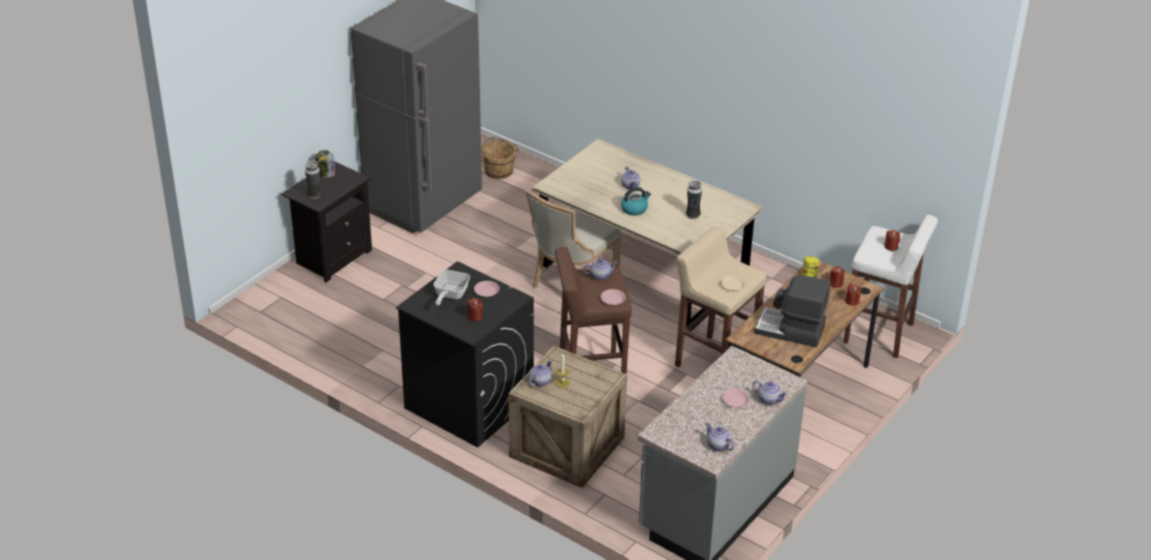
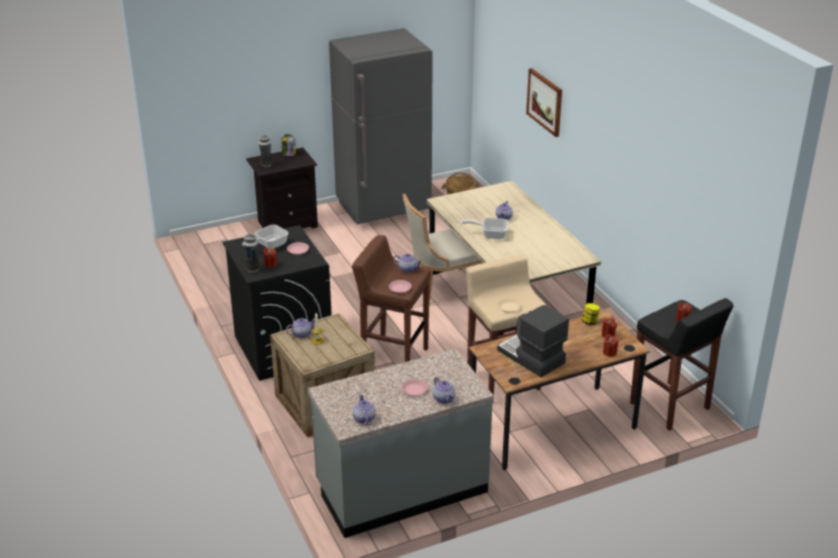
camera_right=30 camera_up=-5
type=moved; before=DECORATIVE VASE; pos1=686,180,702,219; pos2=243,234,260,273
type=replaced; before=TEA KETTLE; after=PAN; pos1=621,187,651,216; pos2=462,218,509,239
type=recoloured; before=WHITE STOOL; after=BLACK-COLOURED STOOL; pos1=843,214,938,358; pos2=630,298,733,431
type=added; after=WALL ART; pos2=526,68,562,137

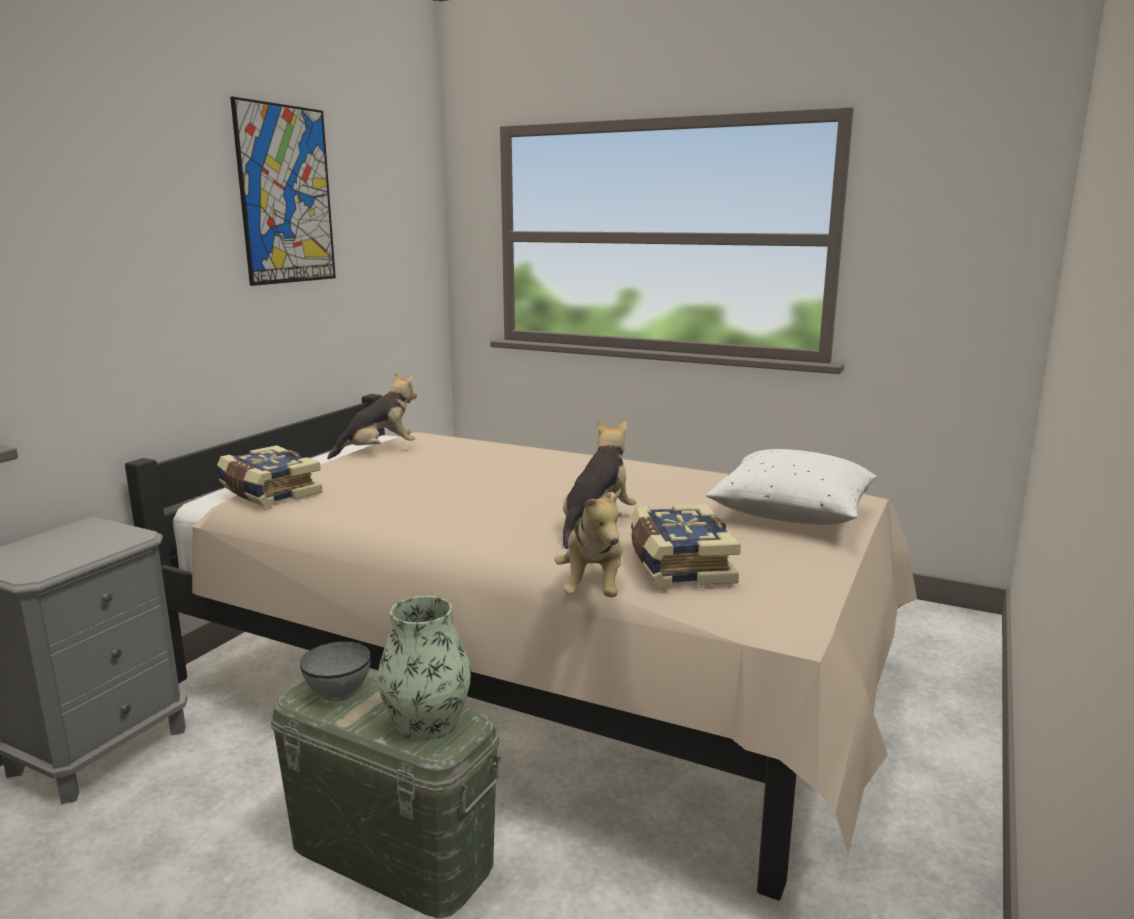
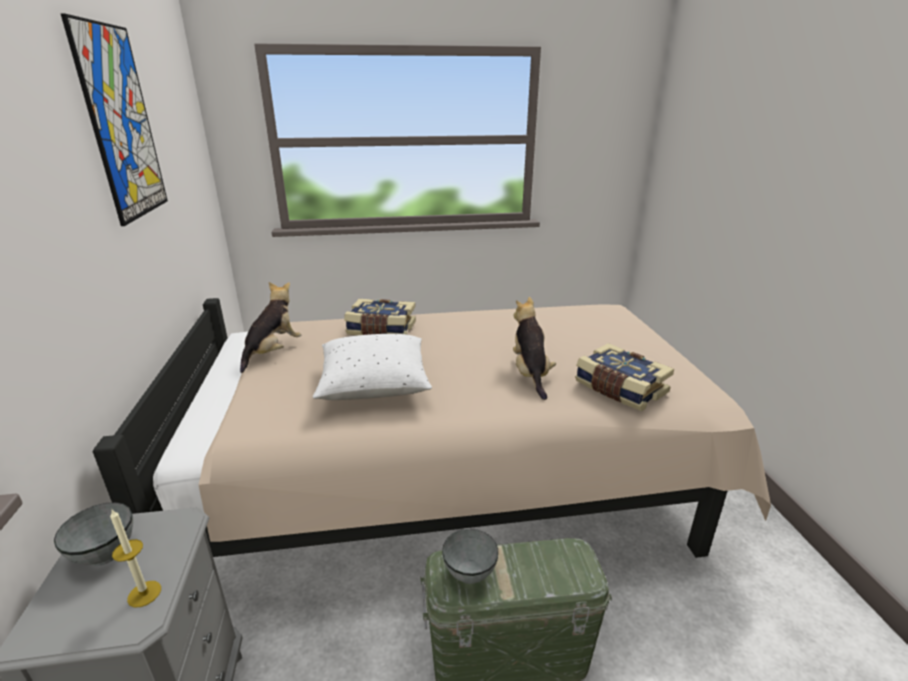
camera_right=-35 camera_up=10
type=moved; before=BOOK; pos1=217,445,323,507; pos2=344,299,416,335
type=moved; before=WHITE THROW PILLOW; pos1=706,449,877,525; pos2=313,334,432,400
type=removed; before=PLUSH TOY; pos1=555,488,623,597
type=removed; before=DECORATIVE VASE; pos1=377,596,471,741
type=added; after=GRAY DEEP DISH; pos2=54,502,133,566
type=added; after=WAX CANDLE; pos2=110,510,161,607

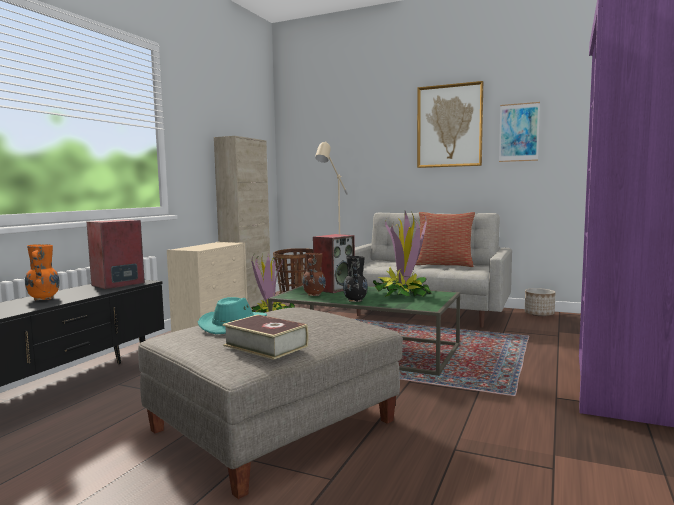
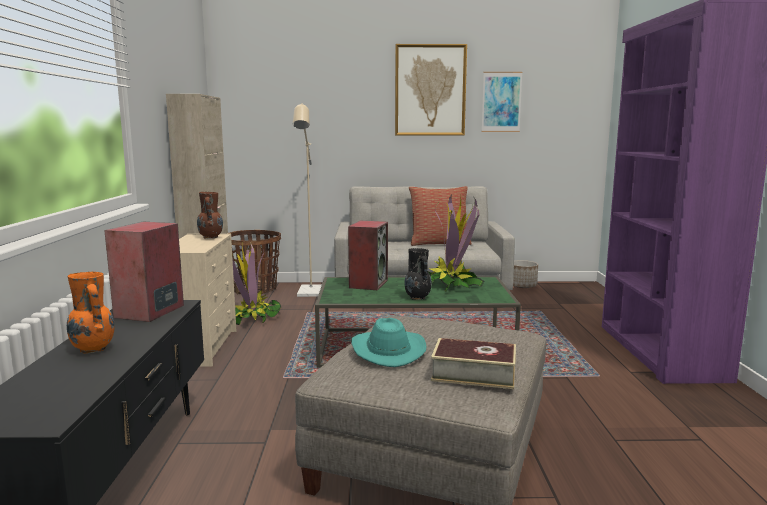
camera_right=-25 camera_up=5
type=moved; before=BROWN-COLOURED DECORATIVE VASE; pos1=303,252,326,296; pos2=197,192,223,239

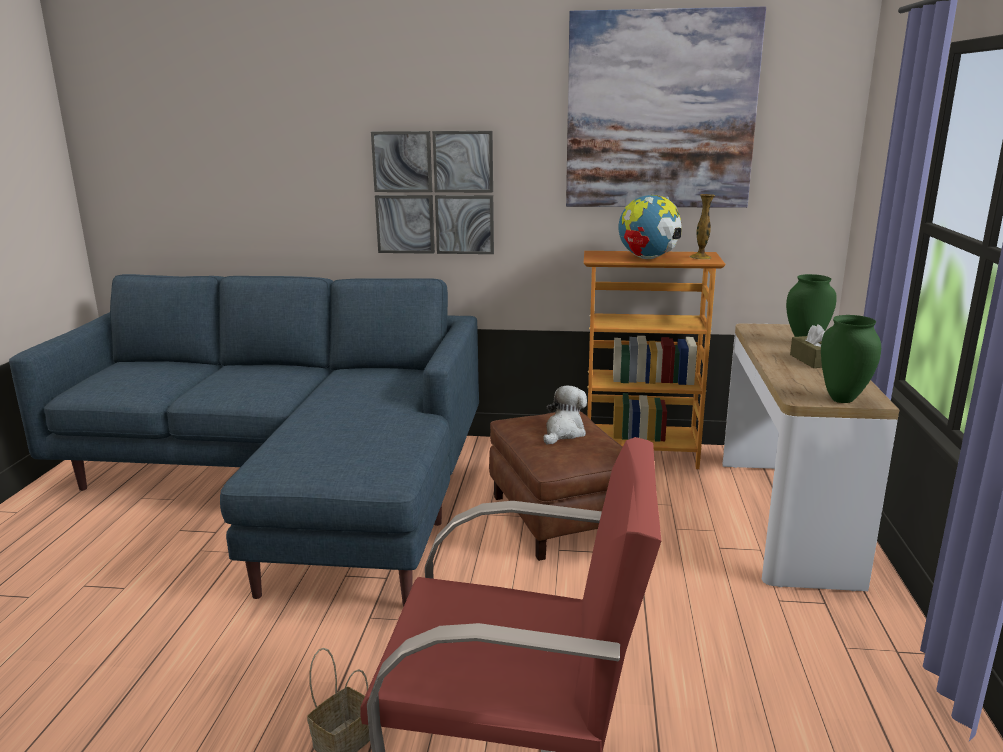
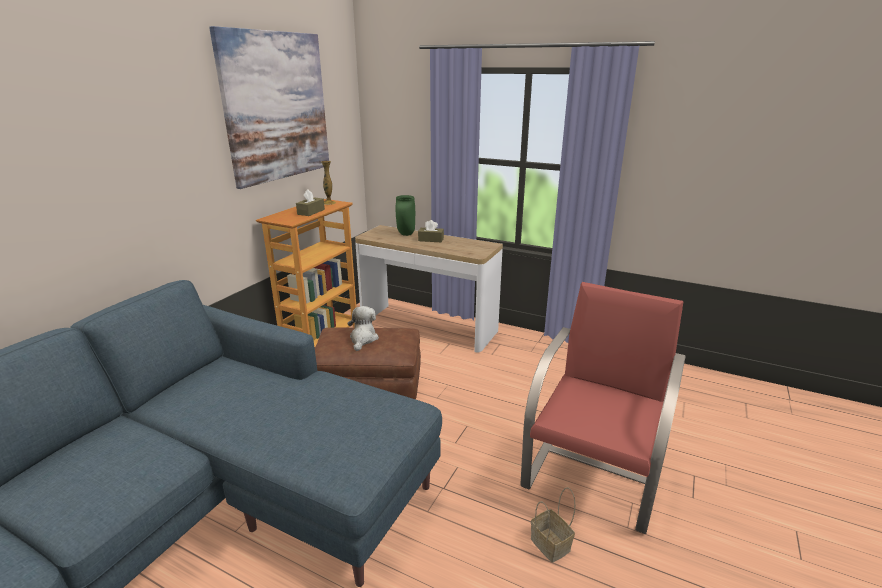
camera_right=-70 camera_up=5
type=removed; before=WALL ART; pos1=371,131,494,254
type=replaced; before=GLOBE; after=BROWN-COLOURED TISSUE HOLDER; pos1=618,195,681,259; pos2=296,190,325,216
type=removed; before=GREEN-COLOURED DECORATIVE VASE; pos1=821,315,881,403
type=turned; before=PLUSH TOY; pos1=543,385,587,445; pos2=348,306,379,351; turn=45

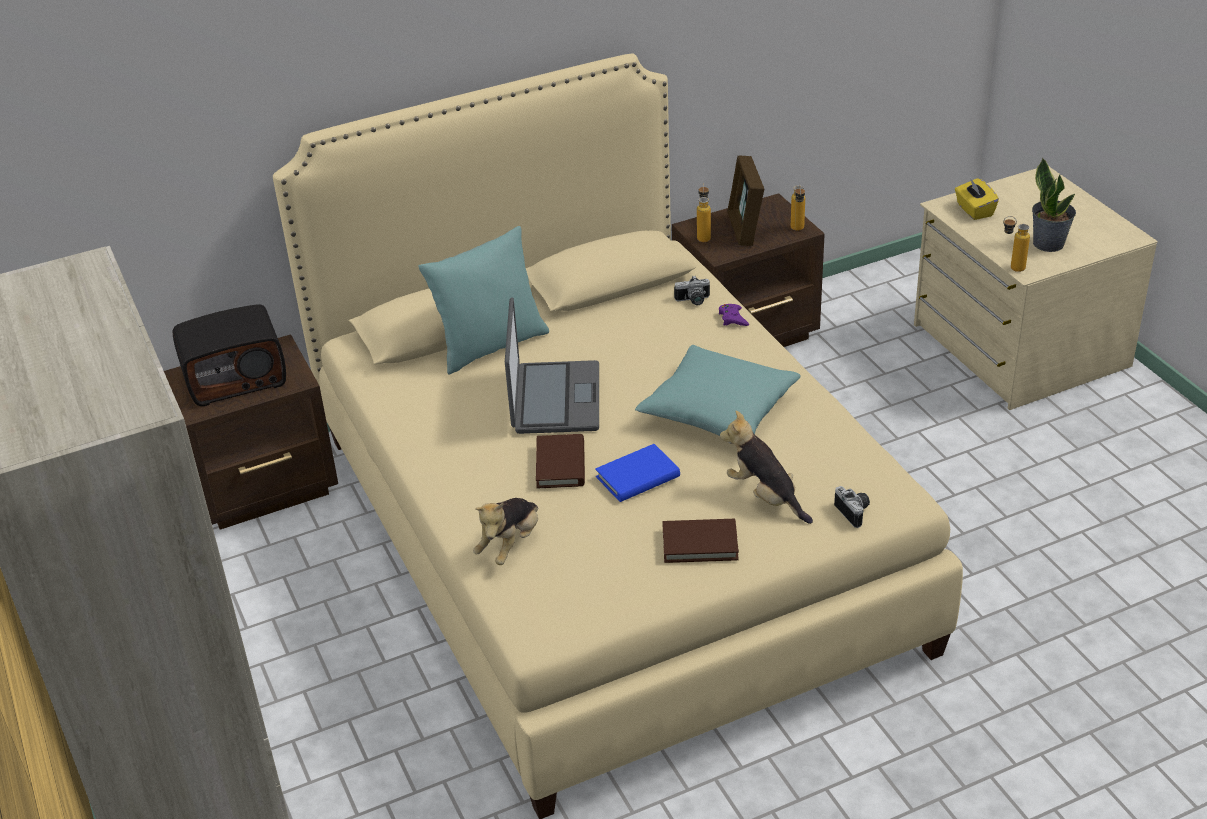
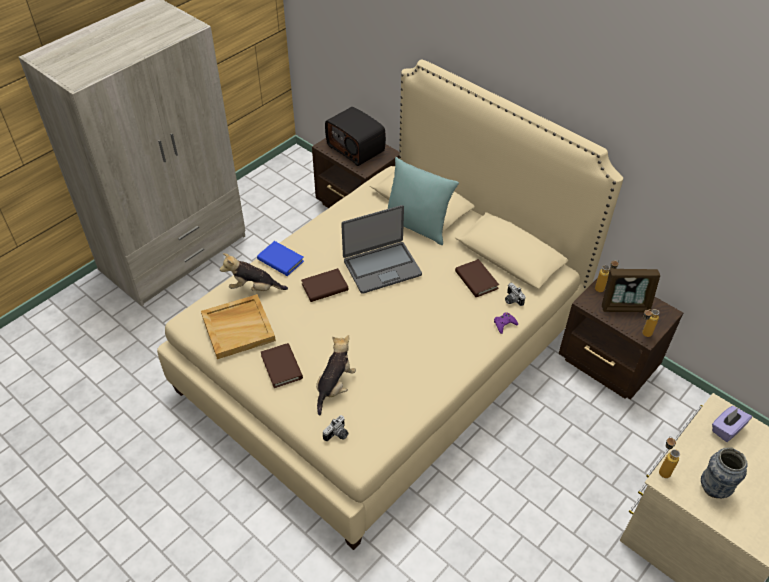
camera_right=65 camera_up=10
type=turned; before=STANDING FRAME; pos1=727,156,764,246; pos2=602,269,660,312; turn=-150
type=replaced; before=POTTED PLANT; after=DECORATIVE VASE; pos1=1032,158,1076,252; pos2=701,448,748,498
type=recoloured; before=YELLOW TISSUE HOLDER; after=PURPLE-COLOURED TISSUE HOLDER; pos1=955,178,999,220; pos2=712,406,752,442
type=removed; before=TURQUOISE-COLOURED THROW PILLOW; pos1=635,345,801,436
type=moved; before=BLUISH BOOK; pos1=595,444,680,502; pos2=257,241,304,276
type=added; after=BROWN-COLOURED BOOK; pos2=455,259,499,297
type=added; after=BEIGE SERVING TRAY; pos2=201,294,276,359

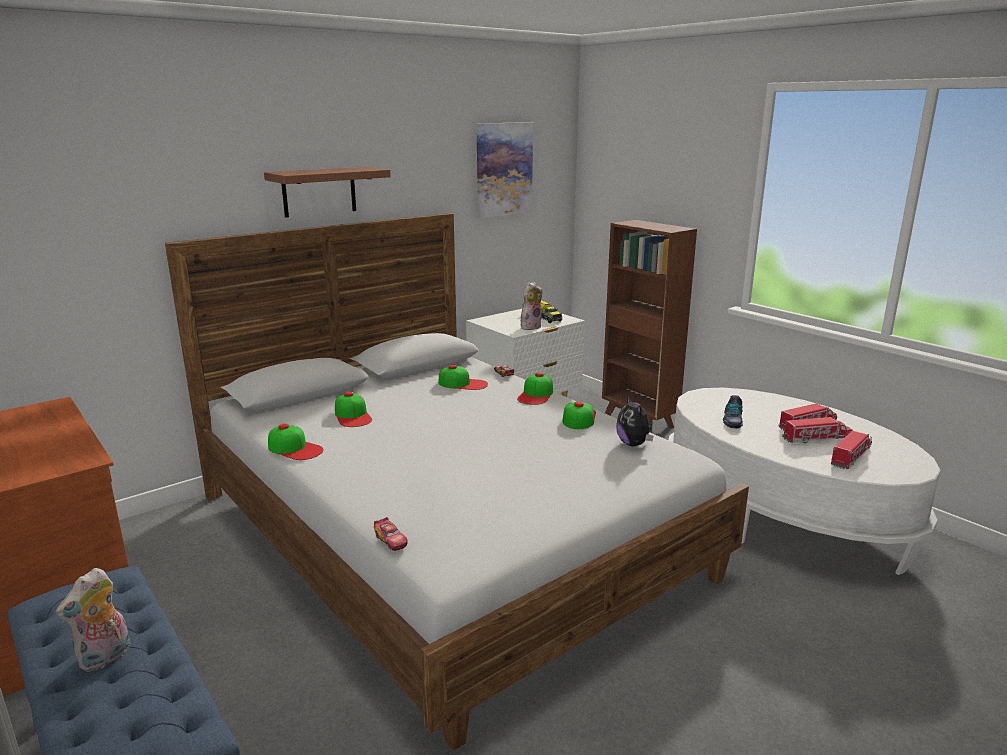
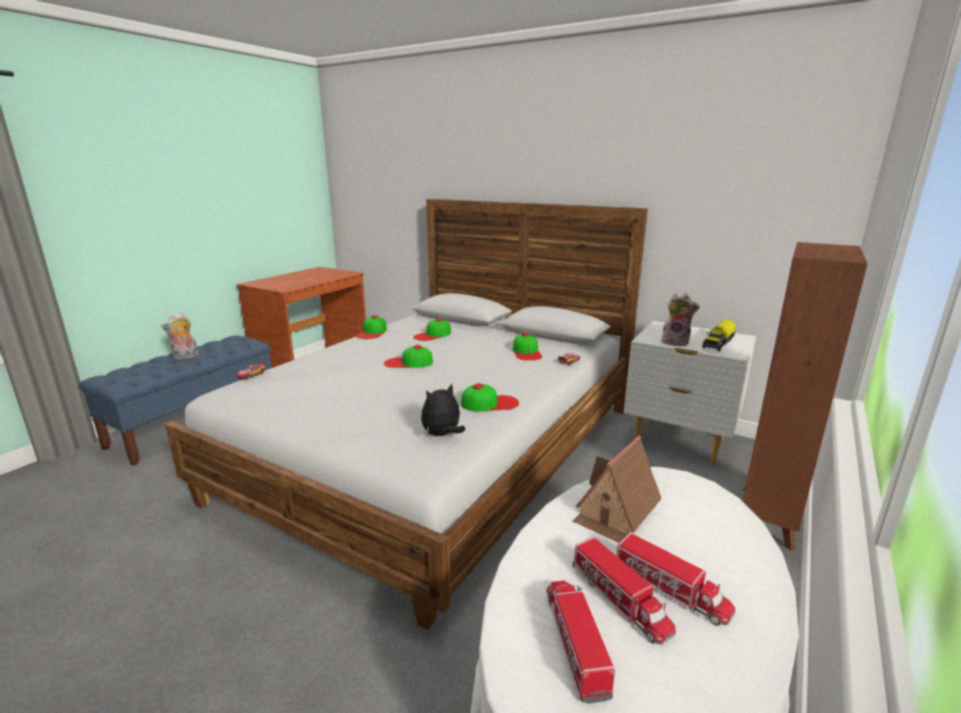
camera_right=70 camera_up=0
type=removed; before=WALL ART; pos1=477,122,533,218
type=removed; before=BROWN-COLOURED SHELF; pos1=264,167,391,218
type=moved; before=BASEBALL CAP; pos1=517,372,553,405; pos2=384,345,433,368
type=replaced; before=LOW SHOE; after=MODEL HOUSE; pos1=723,395,743,429; pos2=573,435,662,543
type=turned; before=MODEL TRUCK; pos1=831,431,872,469; pos2=546,581,615,704; turn=-120
type=turned; before=PLUSH TOY; pos1=56,568,130,672; pos2=161,312,199,360; turn=-45

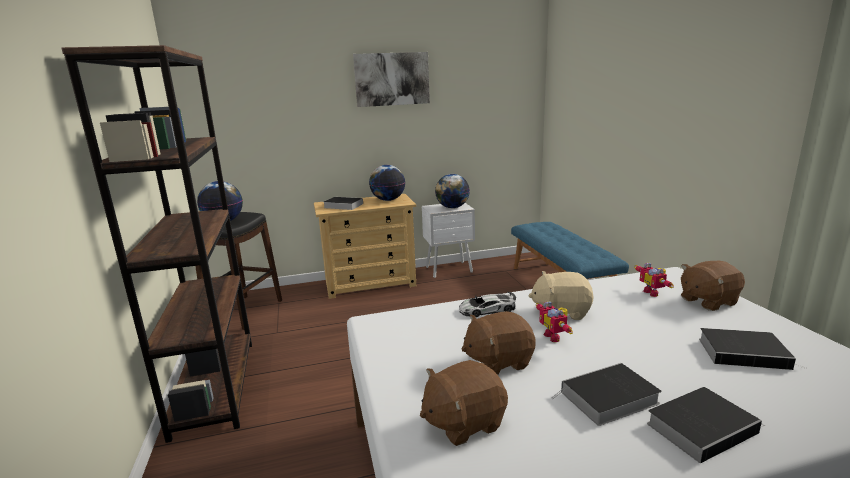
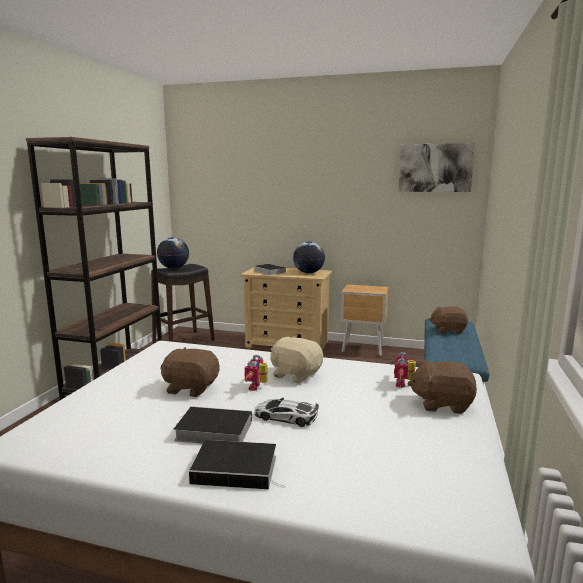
camera_right=30 camera_up=-5
type=moved; before=WALL ART; pos1=353,52,430,107; pos2=399,143,475,192
type=removed; before=GLOBE; pos1=435,174,470,208
type=recoloured; before=WHITE NIGHT TABLE; after=BROWN-COLOURED NIGHT TABLE; pos1=422,203,475,278; pos2=341,284,389,356
type=moved; before=MINIATURE CAR; pos1=459,292,516,317; pos2=255,398,319,427
type=removed; before=BOOK; pos1=699,328,806,370
type=moved; before=BROWN-COLOURED PLUSH TOY; pos1=420,360,508,446; pos2=429,306,468,334

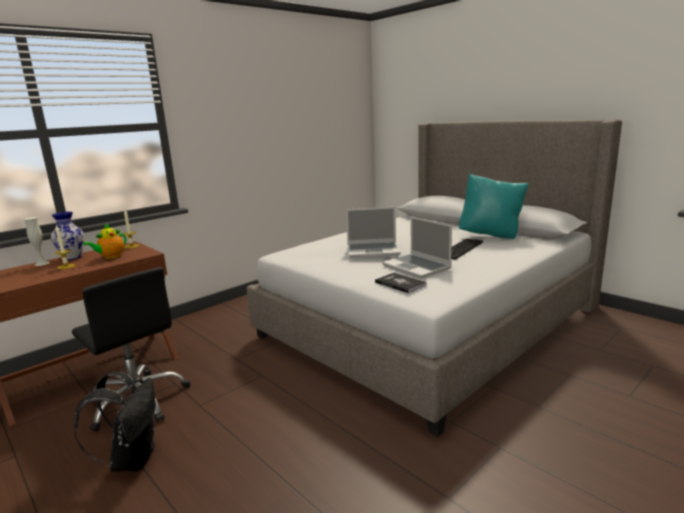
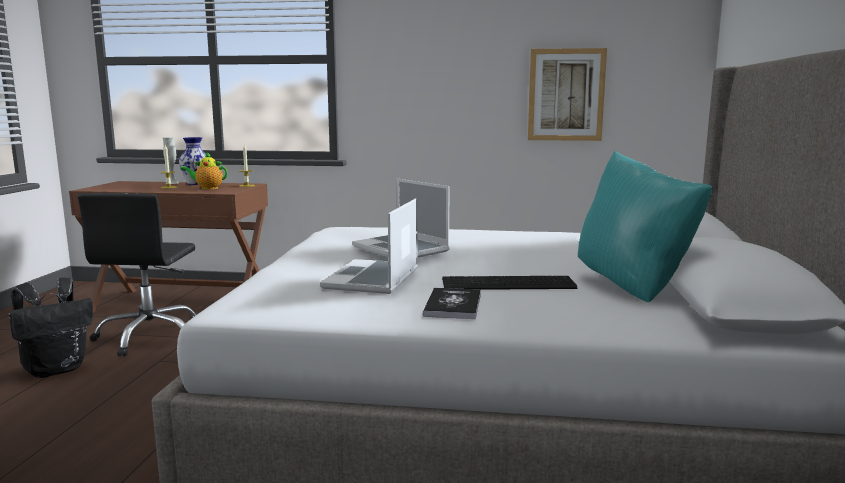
camera_right=50 camera_up=-5
type=moved; before=BOOK; pos1=375,273,427,293; pos2=423,288,481,319
type=added; after=WALL ART; pos2=528,48,607,141

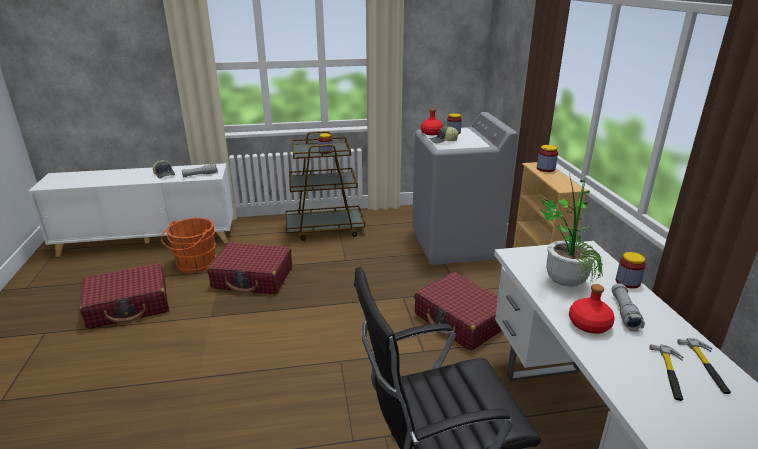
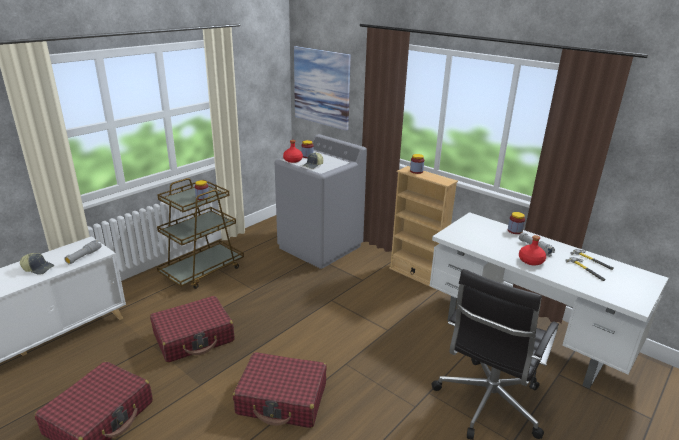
camera_right=-40 camera_up=0
type=removed; before=POTTED PLANT; pos1=539,174,603,287
type=removed; before=ORANGE-COLOURED PAIL; pos1=161,218,216,273
type=moved; before=RED TRAVEL CASE; pos1=414,272,502,351; pos2=233,352,327,428
type=added; after=WALL ART; pos2=294,46,351,131

